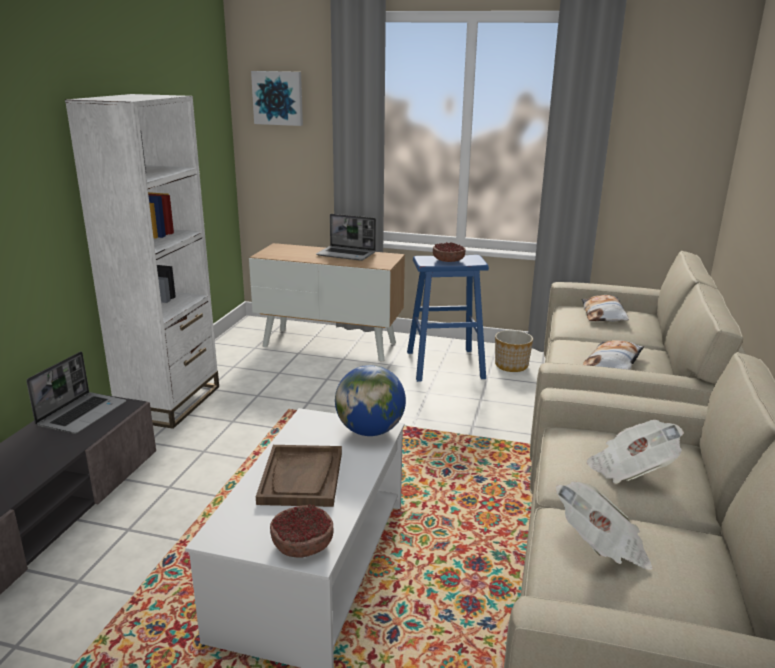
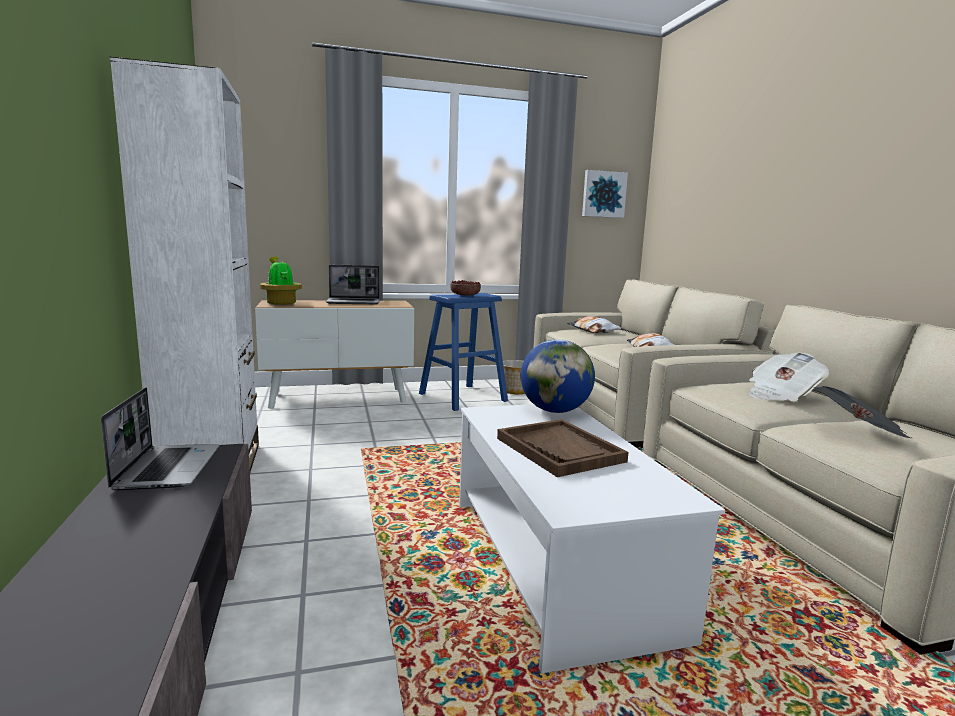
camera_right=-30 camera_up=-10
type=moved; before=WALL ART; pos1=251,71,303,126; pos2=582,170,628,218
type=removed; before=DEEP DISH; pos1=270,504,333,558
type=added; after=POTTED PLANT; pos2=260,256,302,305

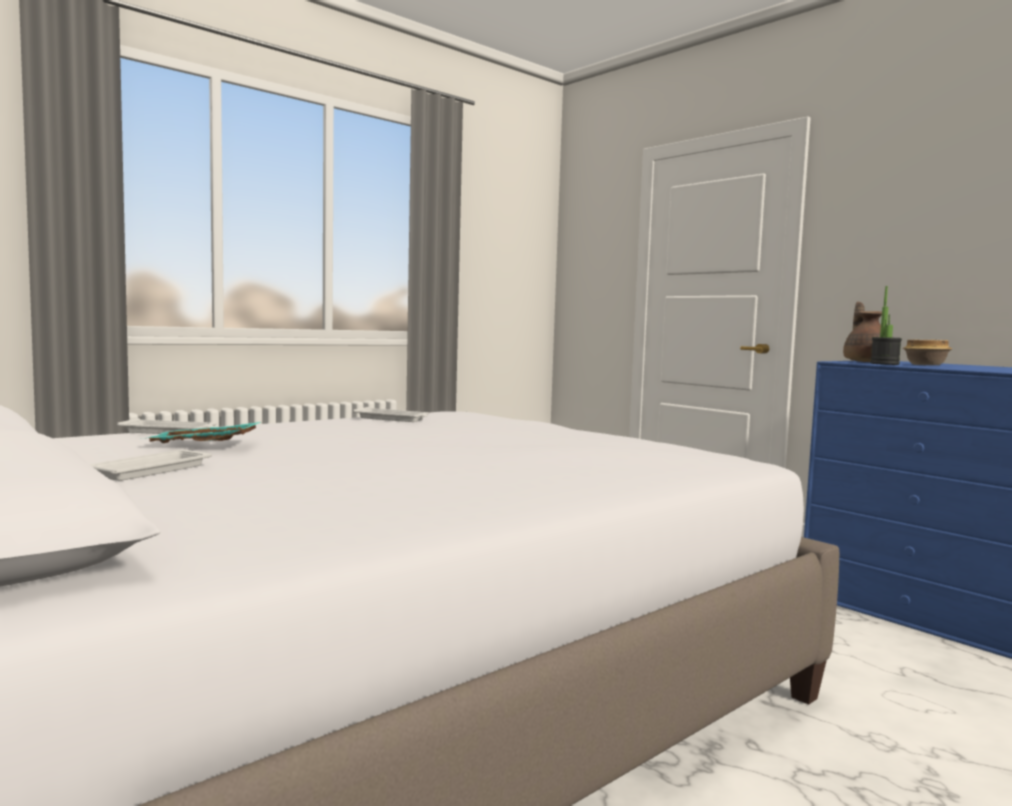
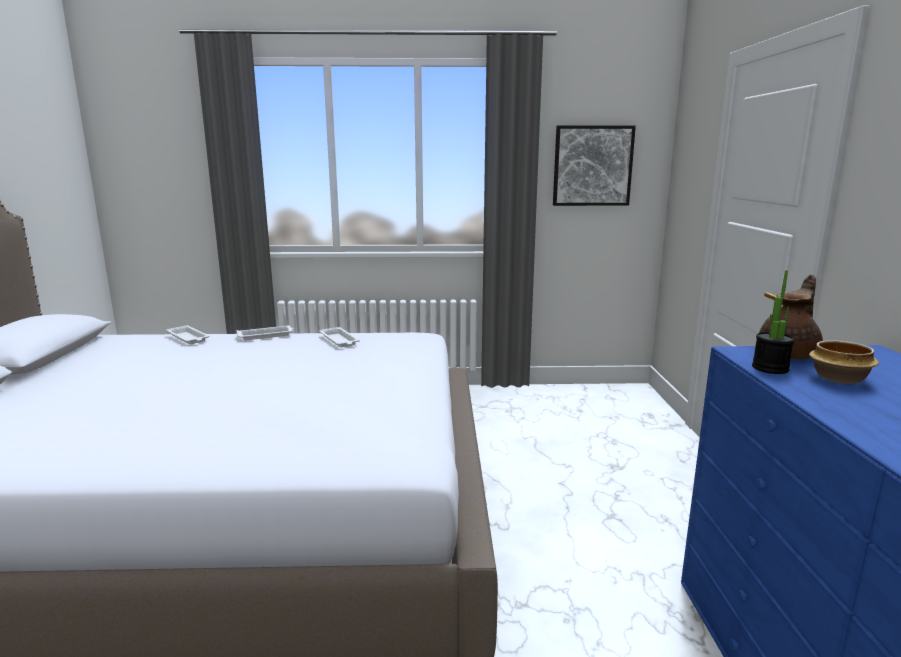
camera_right=40 camera_up=10
type=removed; before=TURQUOISE-COLOURED SERVING TRAY; pos1=140,422,261,443
type=moved; before=WHITE SERVING TRAY; pos1=89,450,212,481; pos2=236,326,294,340
type=added; after=WALL ART; pos2=553,125,636,206

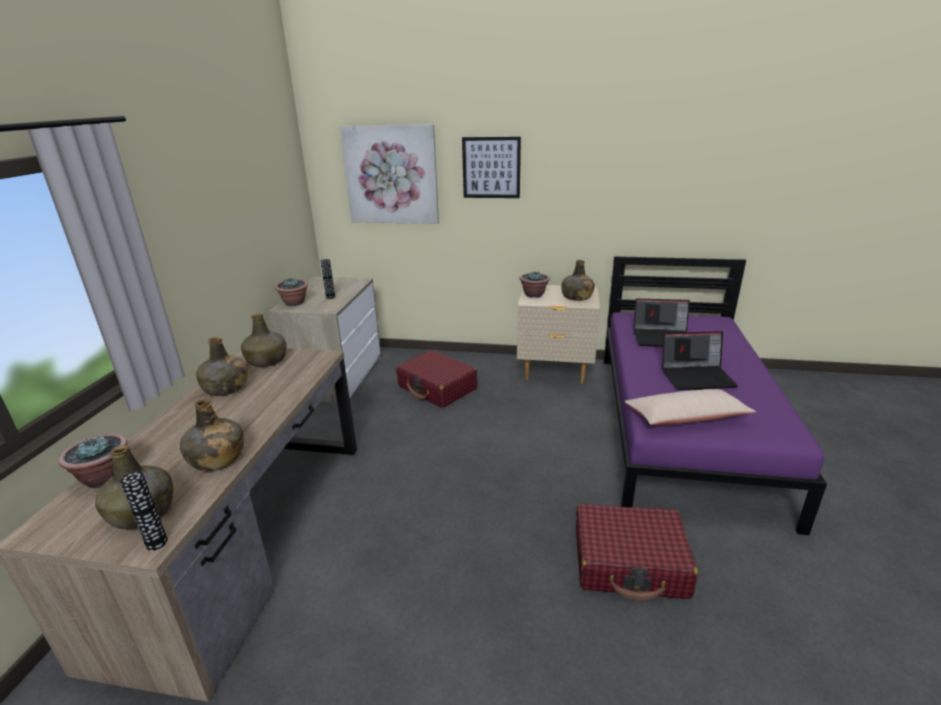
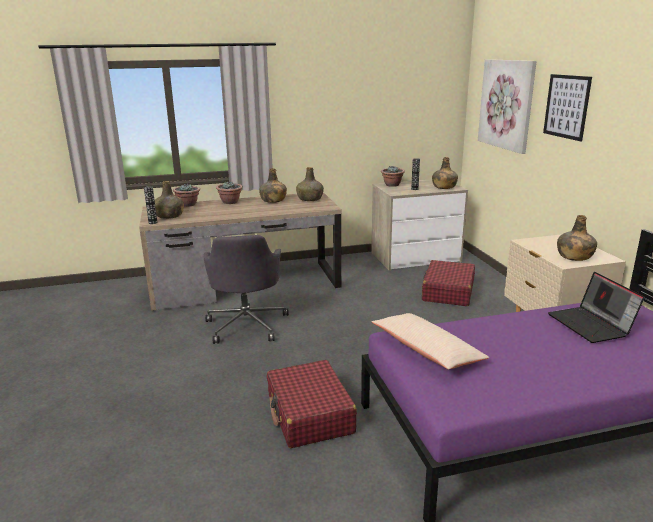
camera_right=65 camera_up=-5
type=moved; before=POTTED PLANT; pos1=519,271,550,298; pos2=216,181,243,204
type=removed; before=LAPTOP; pos1=662,331,738,390
type=moved; before=GREEN-COLOURED DRINK BOTTLE; pos1=180,399,244,471; pos2=432,157,458,189
type=added; after=GRAY COMPUTER CHAIR; pos2=204,235,289,344

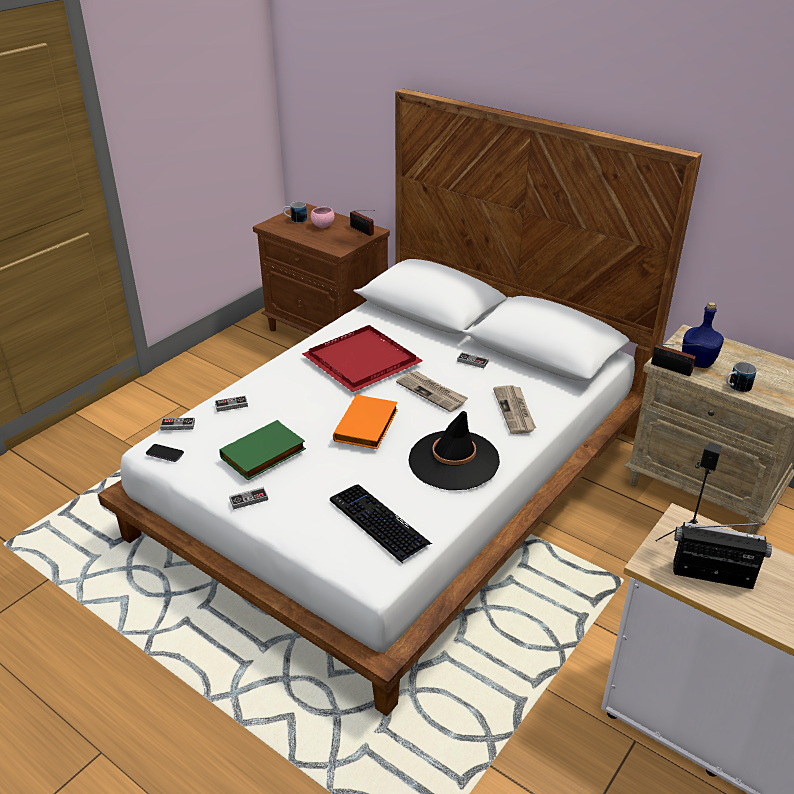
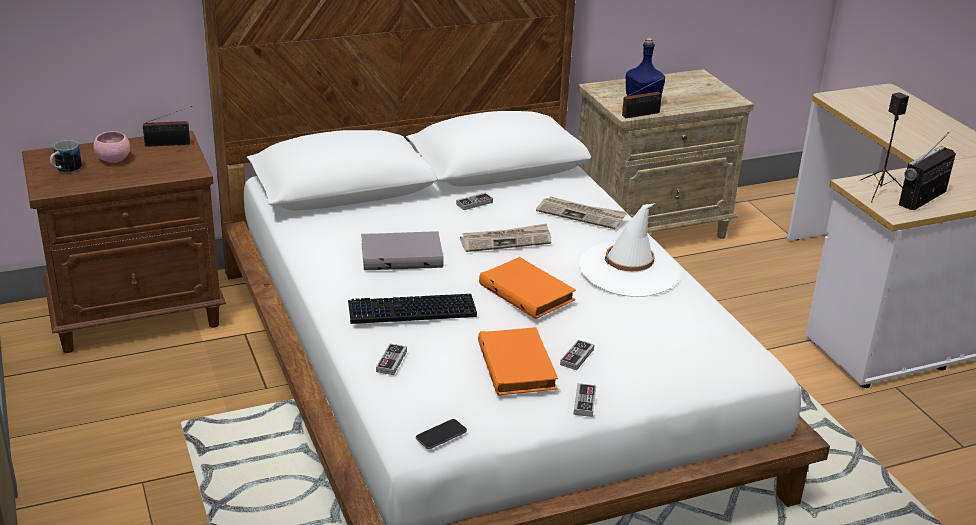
camera_right=-60 camera_up=-5
type=replaced; before=RED SERVING TRAY; after=GRAY BOOK; pos1=302,325,423,392; pos2=361,231,444,270
type=removed; before=MUG; pos1=726,362,757,392
type=recoloured; before=BLACK-COLOURED WEARABLE HAT; after=WHITE WEARABLE HAT; pos1=408,411,500,490; pos2=579,203,680,297
type=moved; before=GAME CONTROLLER; pos1=160,417,195,430; pos2=560,340,594,370
type=recoloured; before=GREEN-COLOURED BOOK; after=ORANGE-COLOURED BOOK; pos1=219,420,306,480; pos2=478,327,558,396
type=moved; before=COMPUTER KEYBOARD; pos1=330,484,432,563; pos2=348,294,477,324

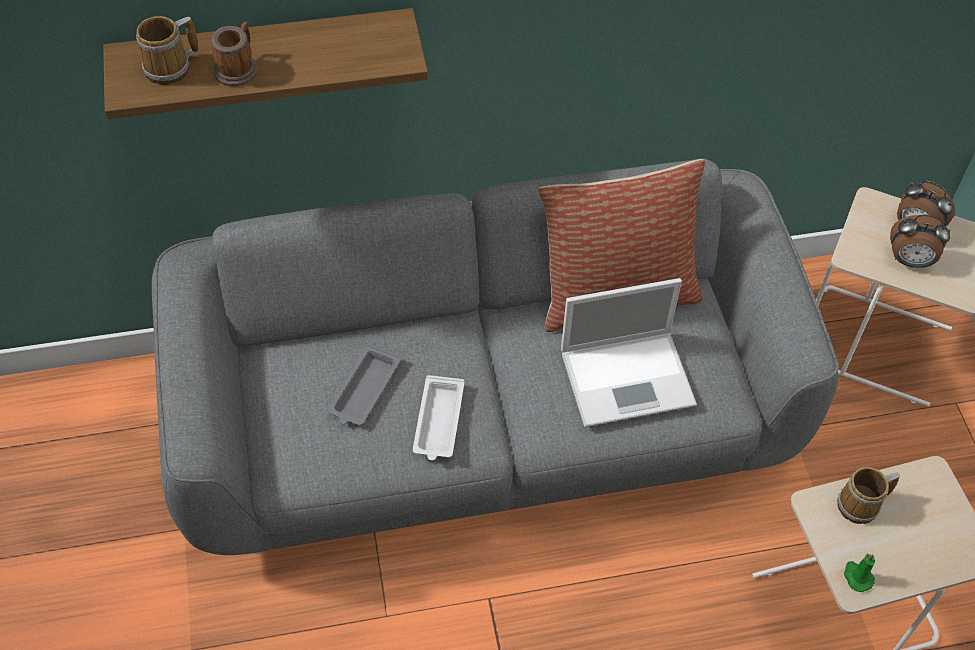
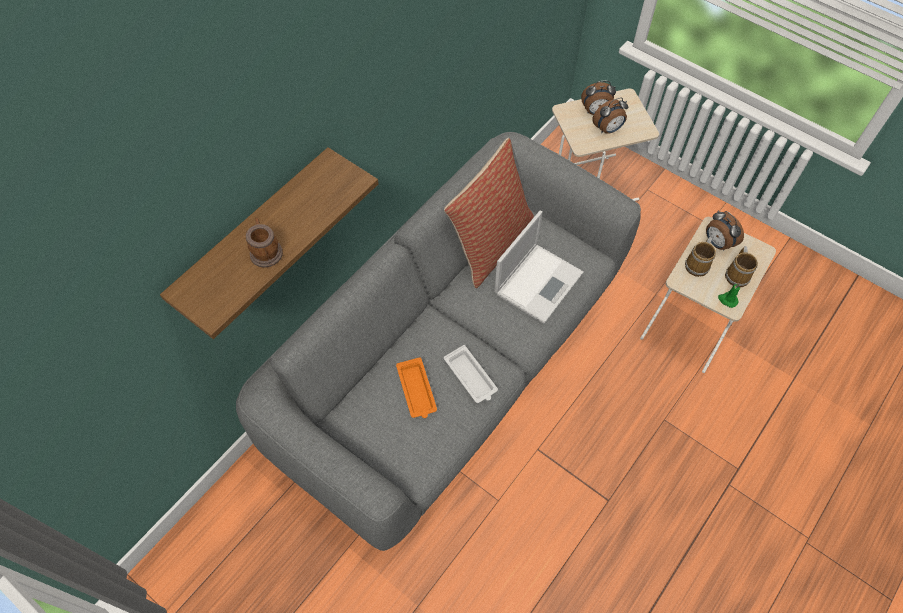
camera_right=-40 camera_up=5
type=moved; before=MUG; pos1=136,16,199,85; pos2=725,246,758,288
type=recoloured; before=GRAY SERVING TRAY; after=ORANGE-COLOURED SERVING TRAY; pos1=328,344,401,426; pos2=396,357,437,418
type=added; after=ALARM CLOCK; pos2=706,211,744,251

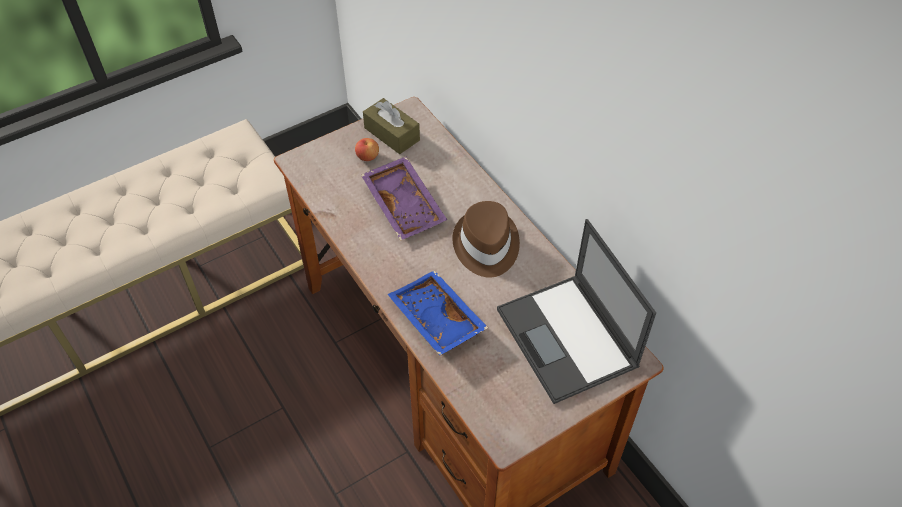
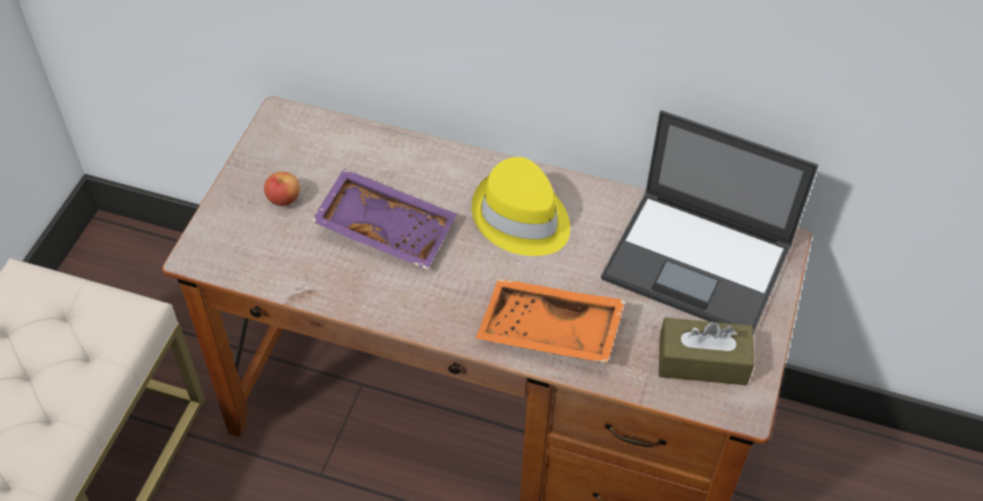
camera_right=-40 camera_up=0
type=moved; before=BROWN-COLOURED TISSUE HOLDER; pos1=363,98,420,154; pos2=659,318,754,385
type=recoloured; before=BROWN-COLOURED WEARABLE HAT; after=YELLOW WEARABLE HAT; pos1=453,201,520,278; pos2=472,157,570,256
type=recoloured; before=BLUISH SERVING TRAY; after=ORANGE-COLOURED SERVING TRAY; pos1=387,271,488,355; pos2=476,279,626,363

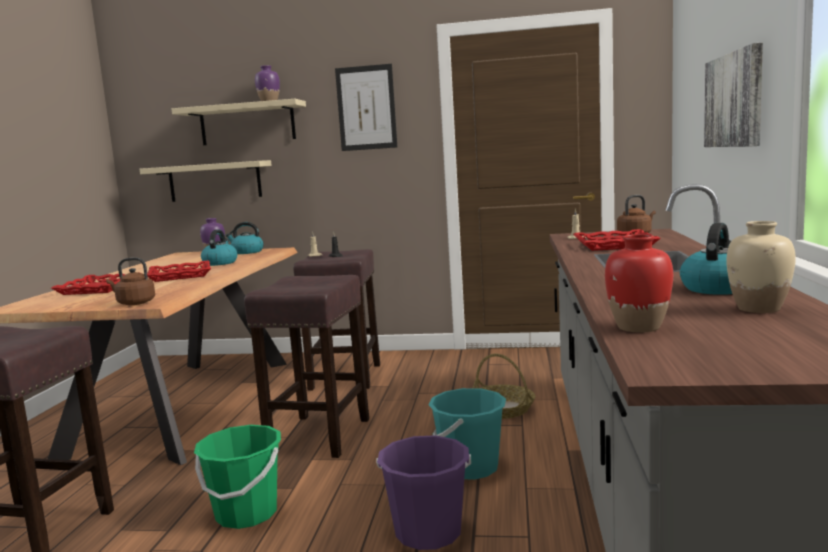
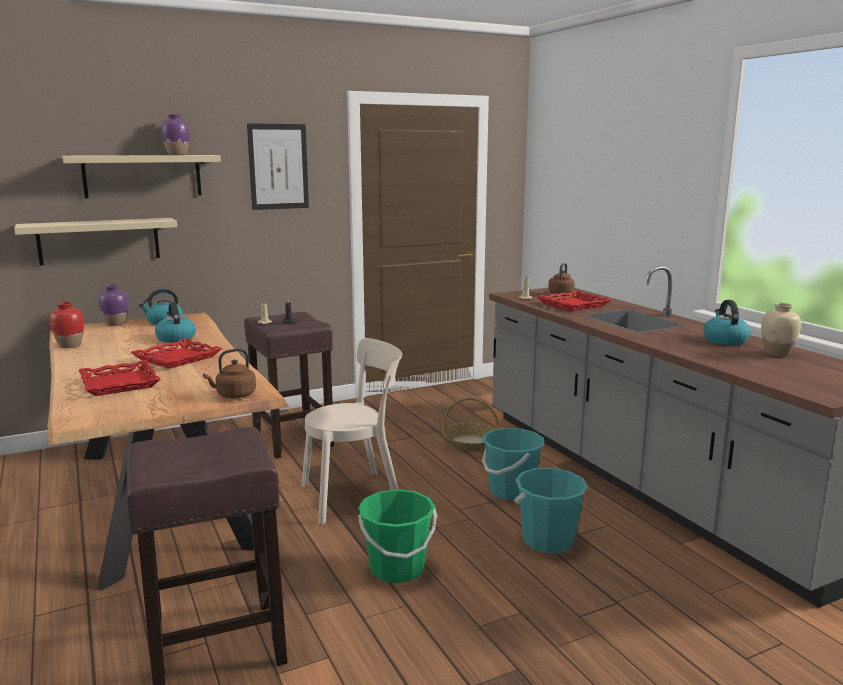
camera_right=-35 camera_up=5
type=removed; before=WALL ART; pos1=704,43,763,147
type=moved; before=RED DECORATIVE VASE; pos1=605,234,673,333; pos2=50,302,84,348
type=replaced; before=BROWN-COLOURED STOOL; after=BEIGE CHAIR; pos1=244,275,369,458; pos2=301,338,402,524
type=recoloured; before=PURPLE-COLOURED PAIL; after=TURQUOISE-COLOURED PAIL; pos1=376,435,471,550; pos2=514,468,588,553

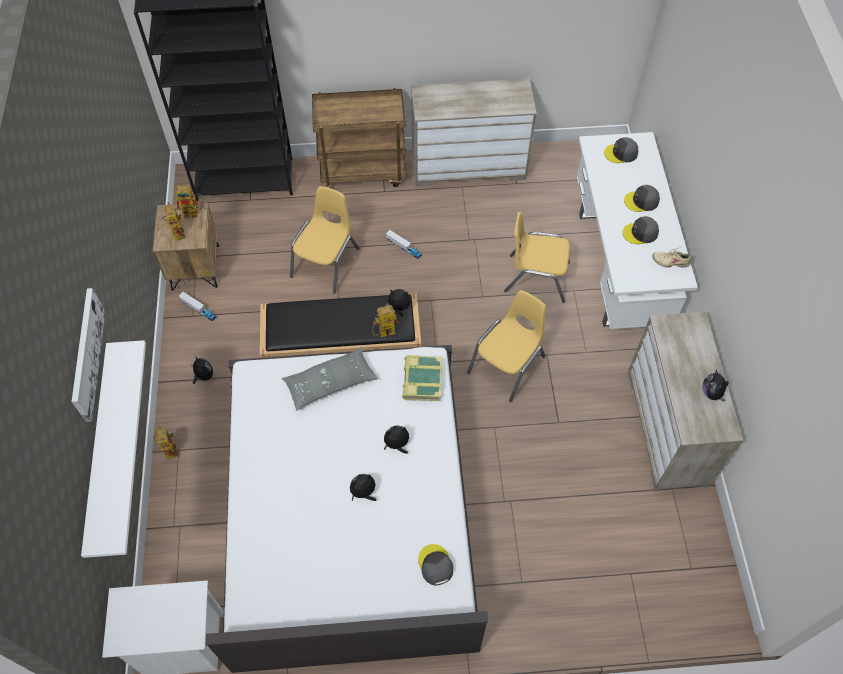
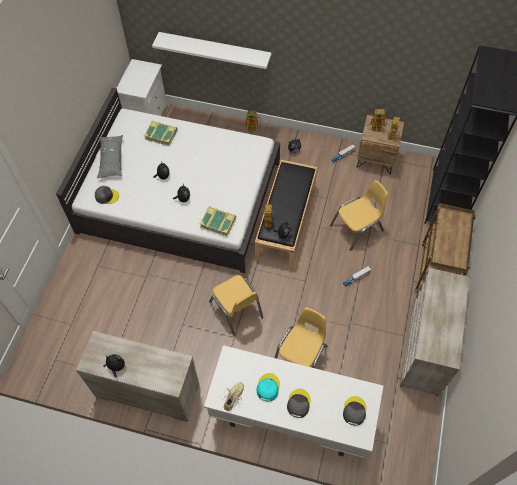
camera_right=110 camera_up=0
type=turned; before=YELLOW CHAIR; pos1=290,186,360,294; pos2=330,180,388,251; turn=-75
type=recoloured; before=GRAY BASEBALL CAP; after=TURQUOISE-COLOURED BASEBALL CAP; pos1=622,216,659,244; pos2=257,373,280,401
type=removed; before=WALL ART; pos1=71,288,105,422
type=moved; before=GRAY THROW PILLOW; pos1=282,347,378,411; pos2=97,135,123,178
type=added; after=BOOK; pos2=144,121,177,146

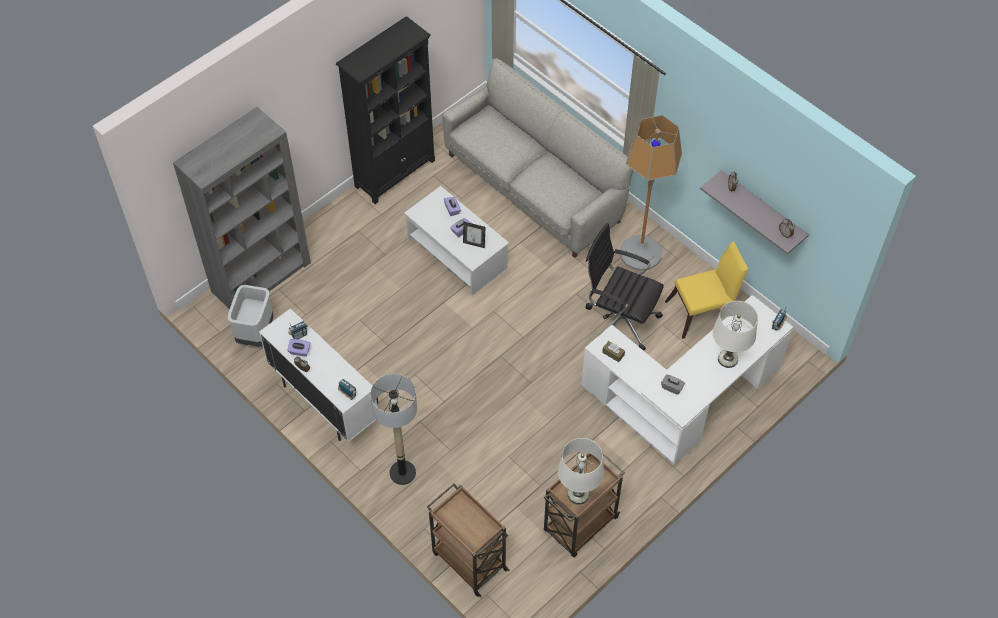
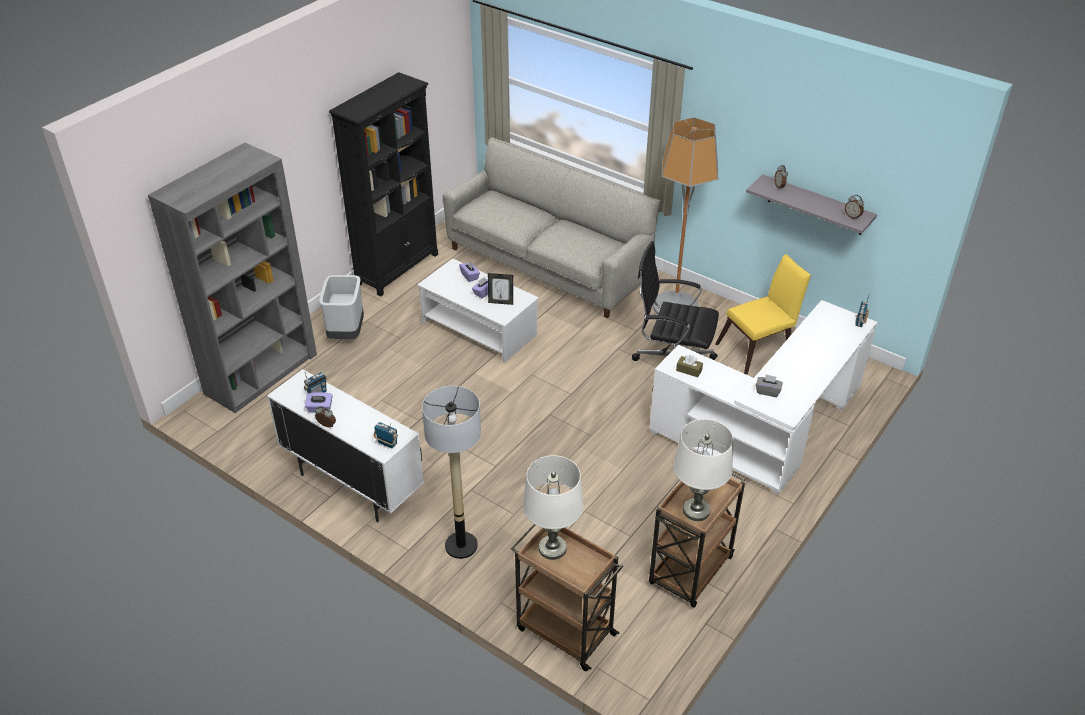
camera_right=-10 camera_up=-15
type=moved; before=GRAY WASTE BIN; pos1=228,285,273,347; pos2=319,275,364,339
type=moved; before=WHITE TABLETOP LAMP; pos1=713,301,758,368; pos2=523,455,584,560

